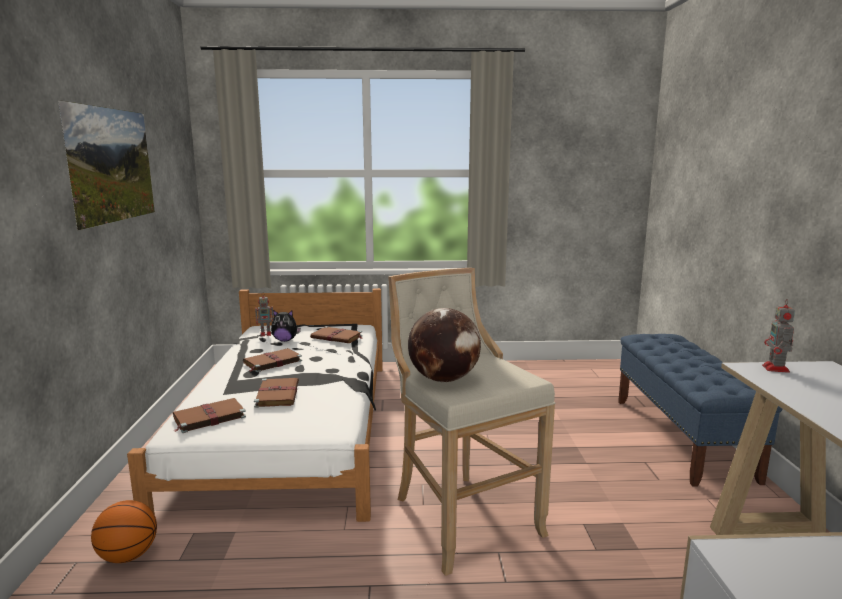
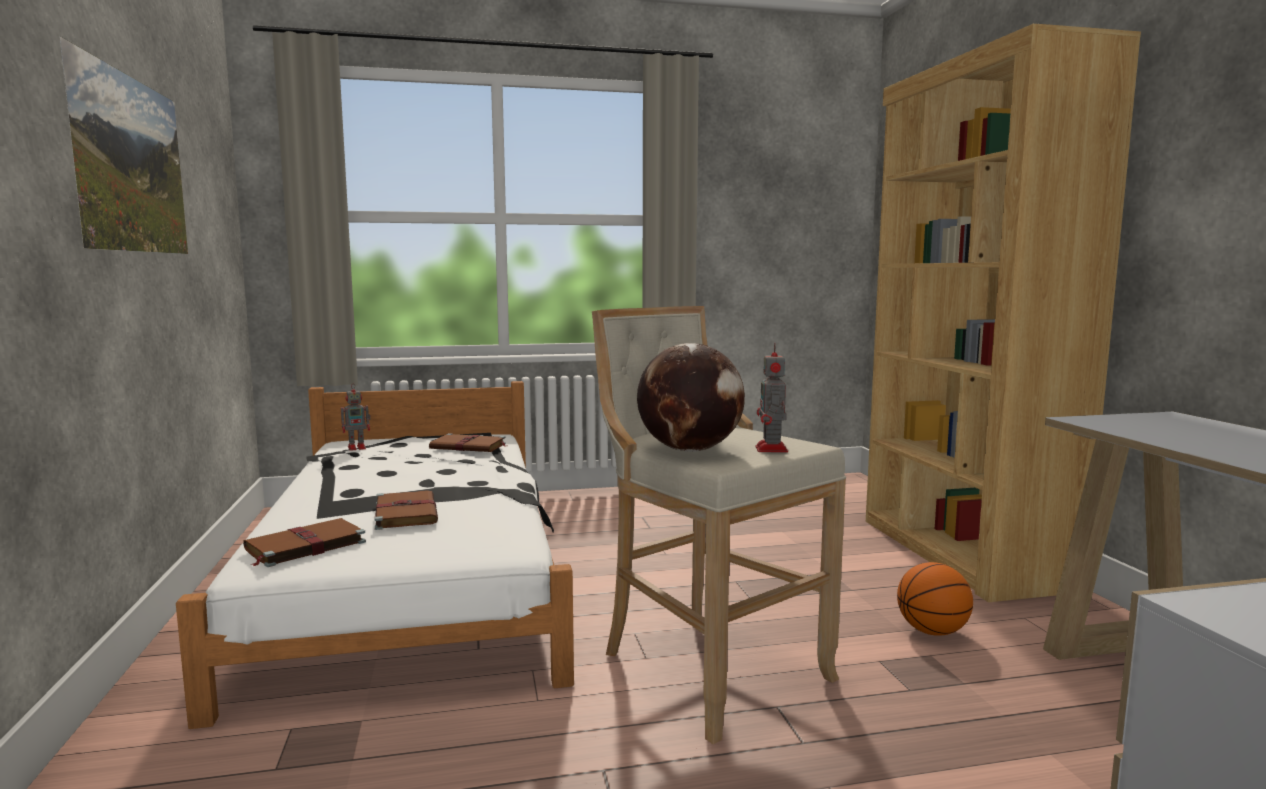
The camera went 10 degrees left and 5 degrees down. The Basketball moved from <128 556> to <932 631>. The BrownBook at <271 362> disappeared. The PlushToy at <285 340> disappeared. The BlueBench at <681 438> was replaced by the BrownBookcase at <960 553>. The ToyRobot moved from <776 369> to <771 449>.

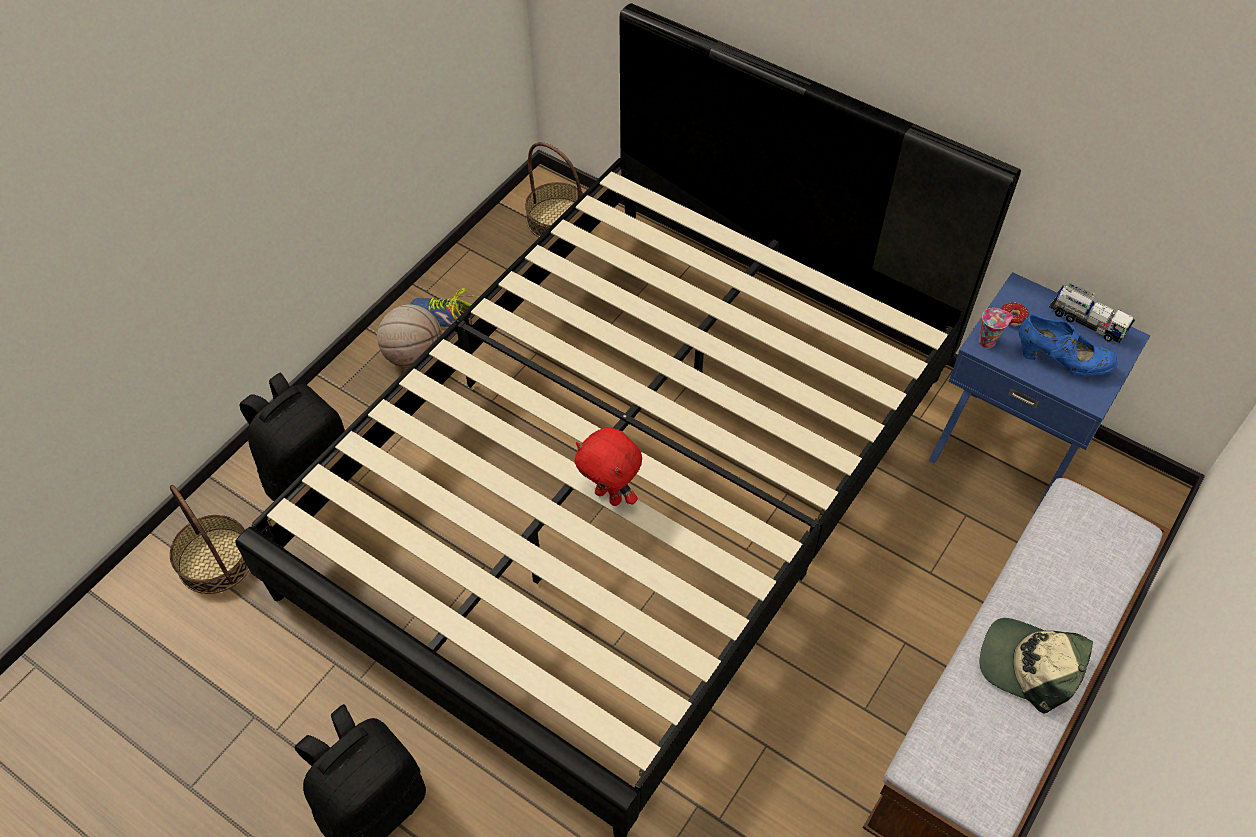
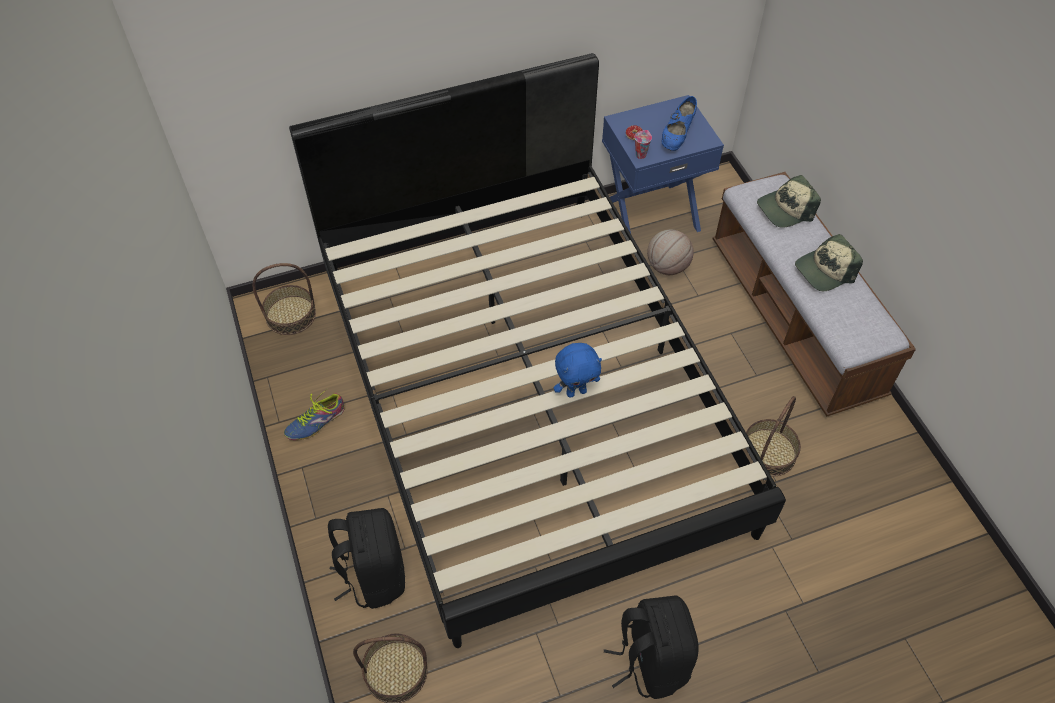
The camera went 55 degrees left and 0 degrees up. The Basketball moved from <414 356> to <667 267>. The RedPlushToy at <609 496> became the BluePlushToy at <576 391>. The BlueShoe at <1061 361> turned 150 degrees clockwise. The ToyTruck at <1086 322> disappeared. The Basket at <768 452> appeared. The Cap at <785 209> appeared.

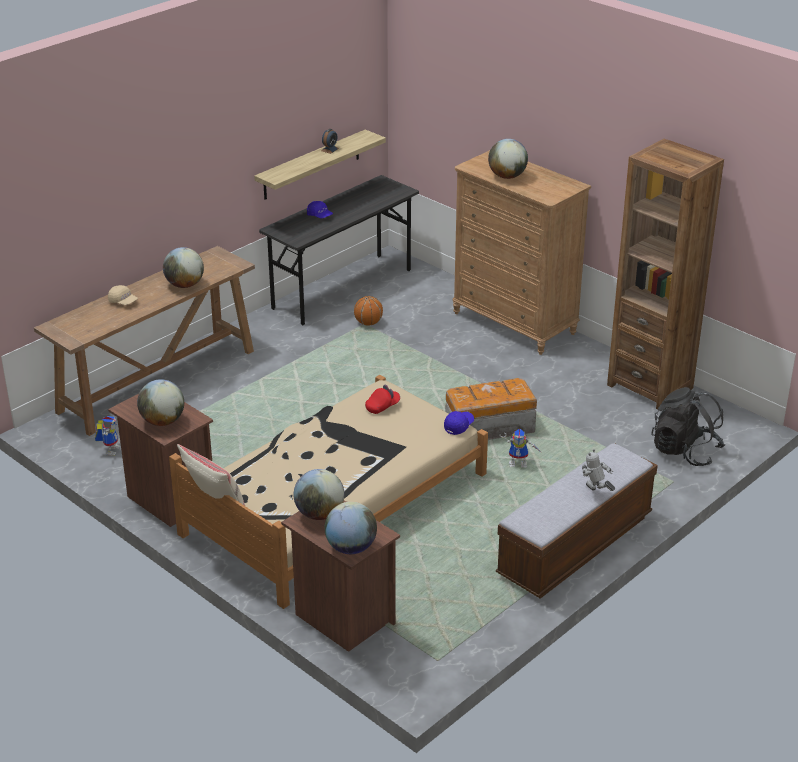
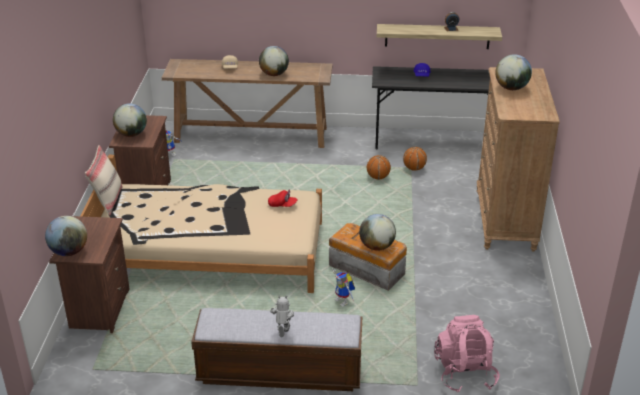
The camera went 50 degrees right and 0 degrees up. The Globe moved from <319 514> to <377 246>. The BlueCap at <459 426> disappeared. The BrownBookcase at <650 386> disappeared. The BlackBackpack at <685 451> became the PinkBackpack at <464 373>. The Basketball at <378 177> appeared.

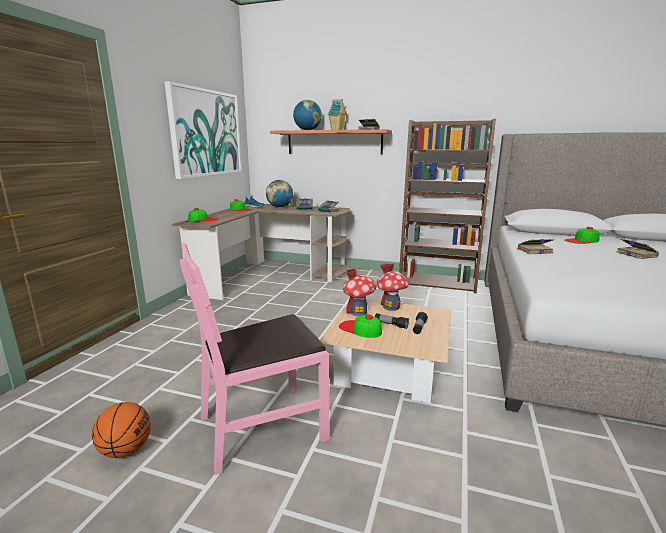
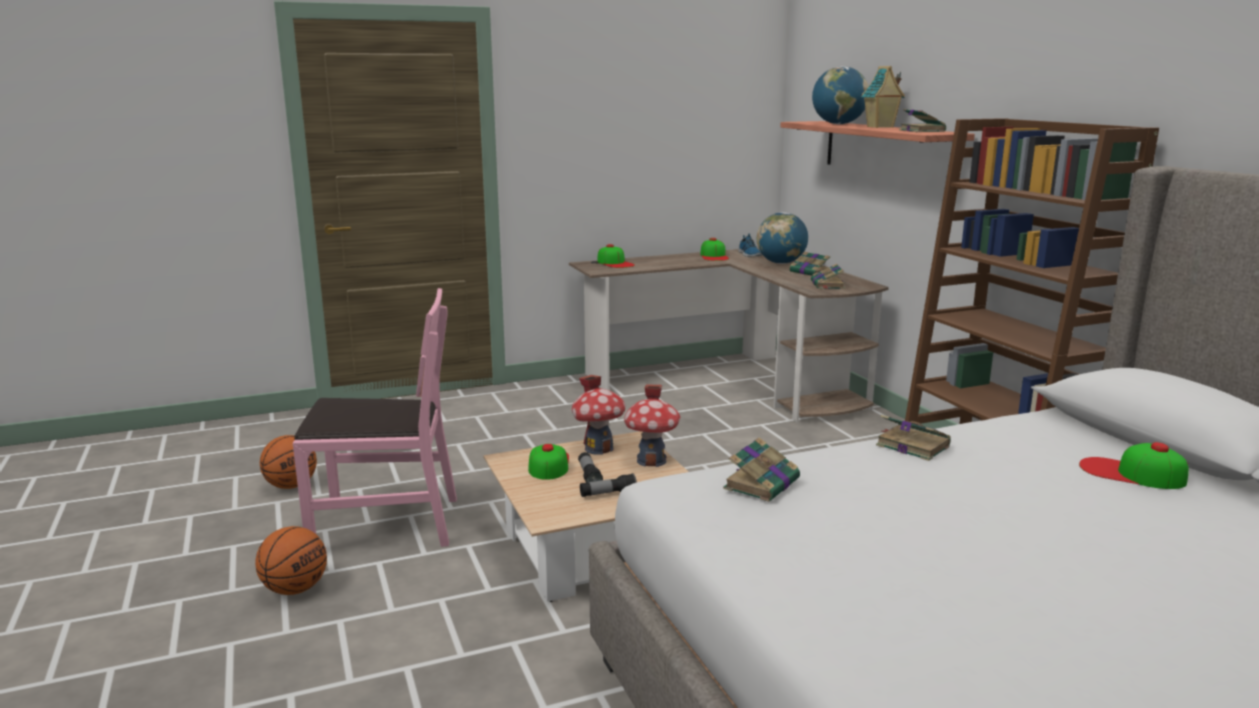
The camera went 50 degrees right and 0 degrees up. The Picture at <206 133> disappeared. The PinkChair at <262 426> turned 150 degrees clockwise. The Book moved from <635 254> to <762 483>. The Basketball at <295 589> appeared.

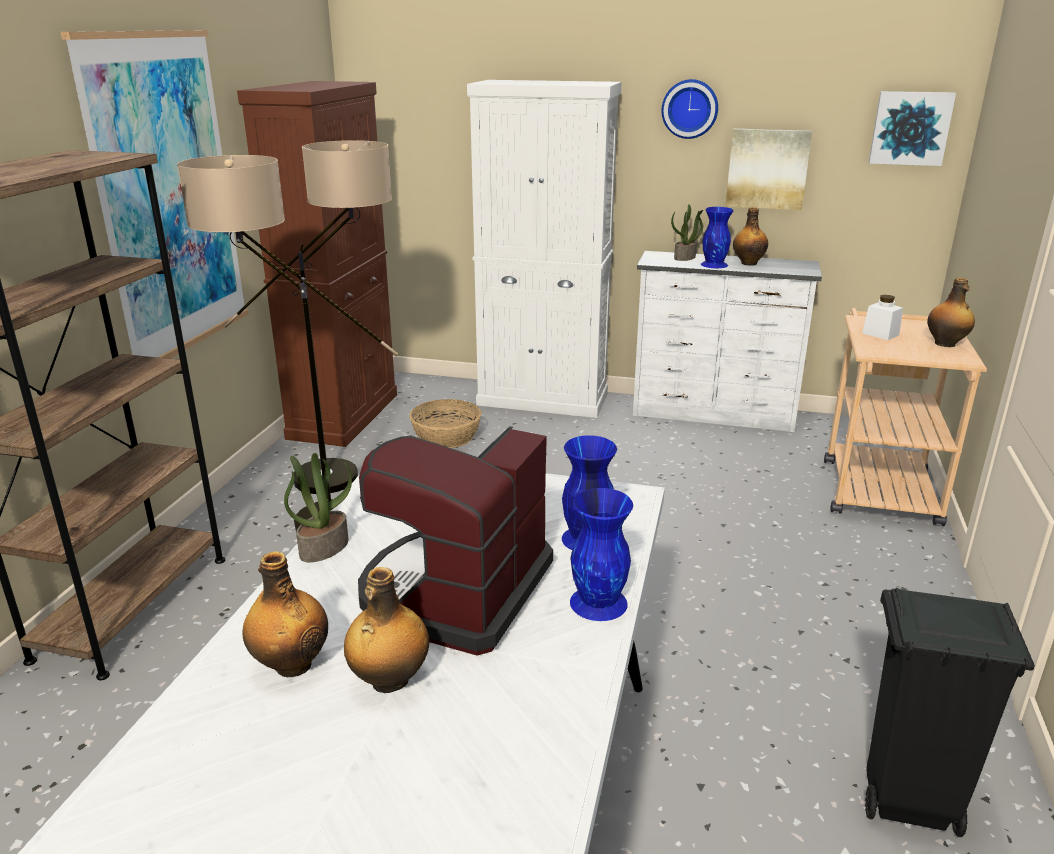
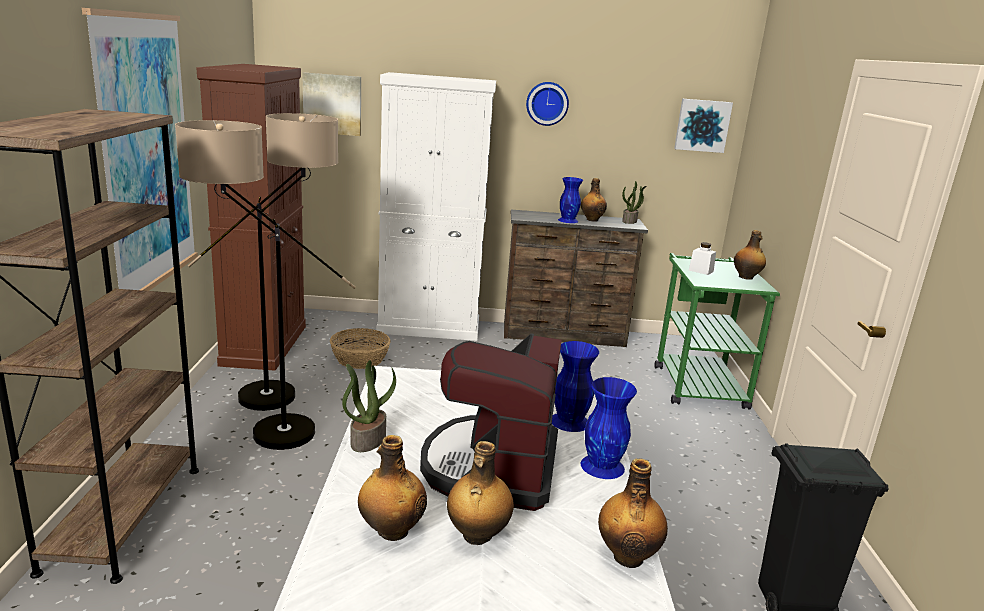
The camera went 15 degrees left and 5 degrees down. The WhiteDresser at <714 414> became the BrownDresser at <564 335>. The PottedPlant moved from <685 258> to <629 221>. The Picture moved from <767 169> to <332 104>. The BeigeCart at <877 485> became the GreenCart at <696 383>. The Bottle at <627 556> appeared.

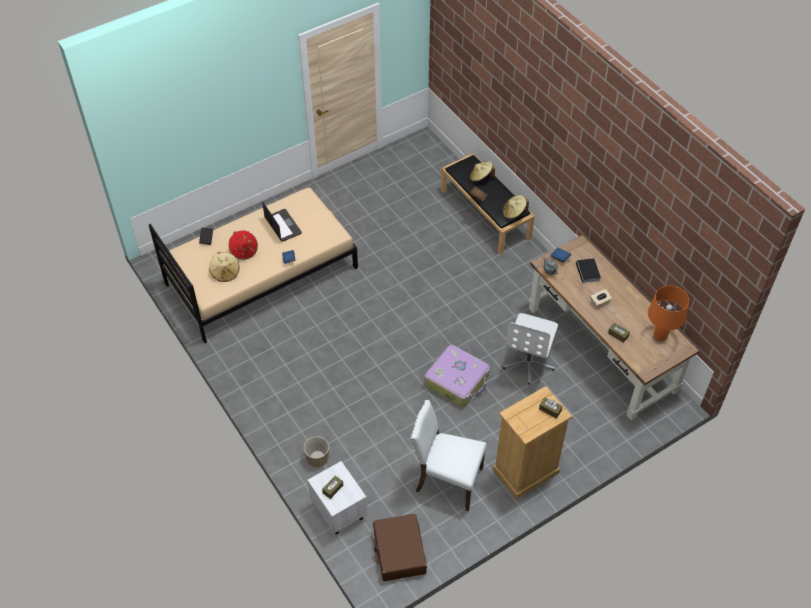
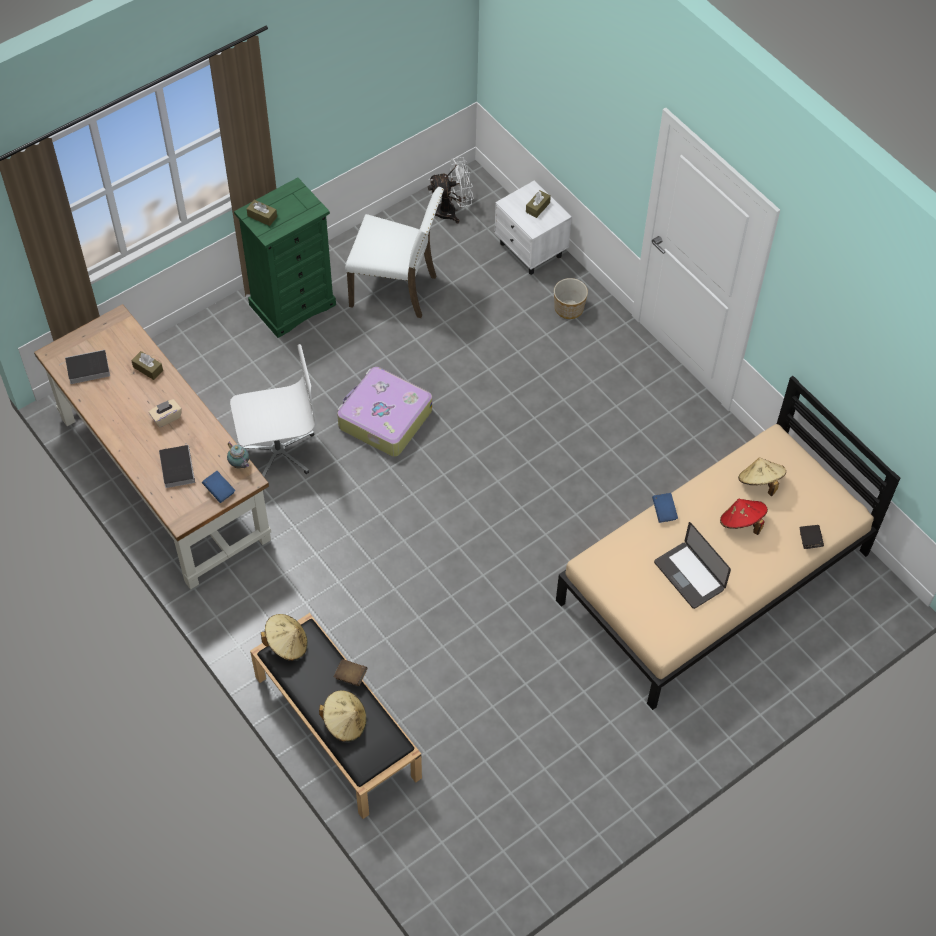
The camera went 175 degrees right and 5 degrees up. The BrownSuitcase at <399 552> was replaced by the WhiteFan at <451 211>. The BeigeDresser at <525 472> became the GreenDresser at <292 304>. The WhiteOfficeChair at <528 362> turned 60 degrees clockwise. The OrangeTableLamp at <659 336> was replaced by the Book at <86 369>.

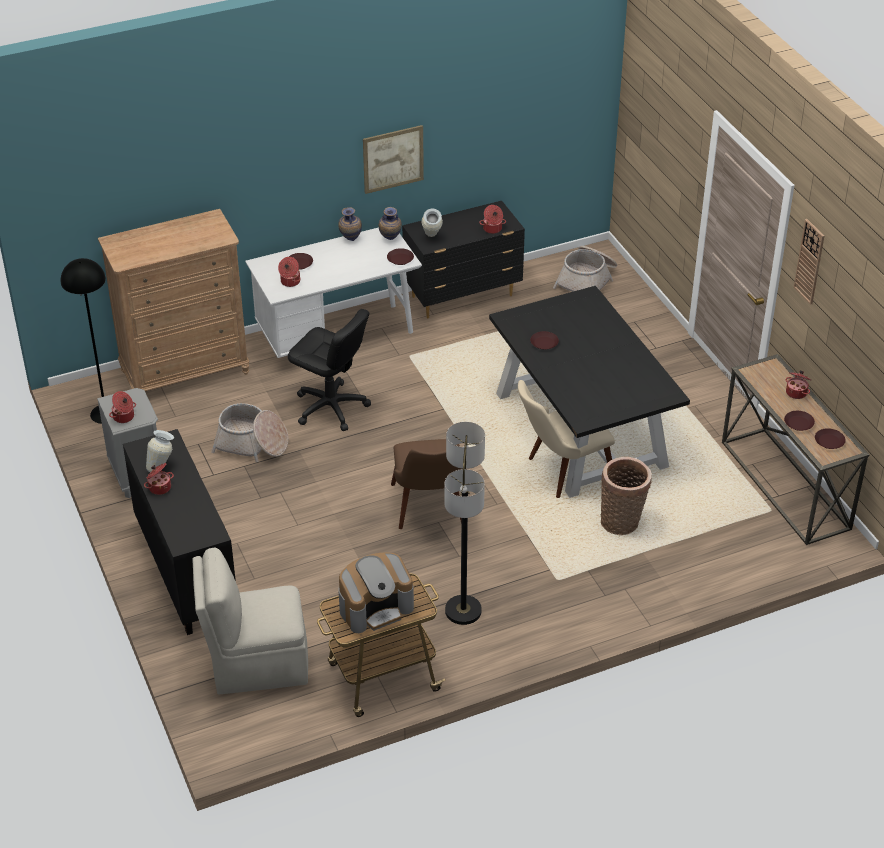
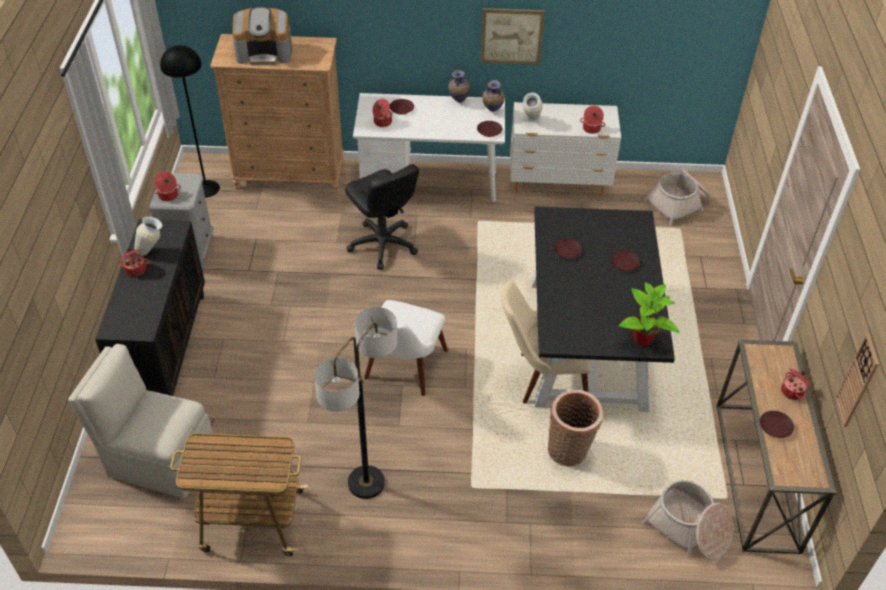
The camera went 25 degrees right and 5 degrees up. The Basket moved from <251 444> to <689 528>. The CoffeeMachine moved from <375 607> to <265 53>. The BrownChair at <430 511> became the WhiteChair at <401 372>. The BlackDresser at <463 296> became the WhiteDresser at <559 183>. The WallClock moved from <809 261> to <857 381>. The BrownPlate moved from <829 441> to <624 262>. The PottedPlant at <643 339> appeared.

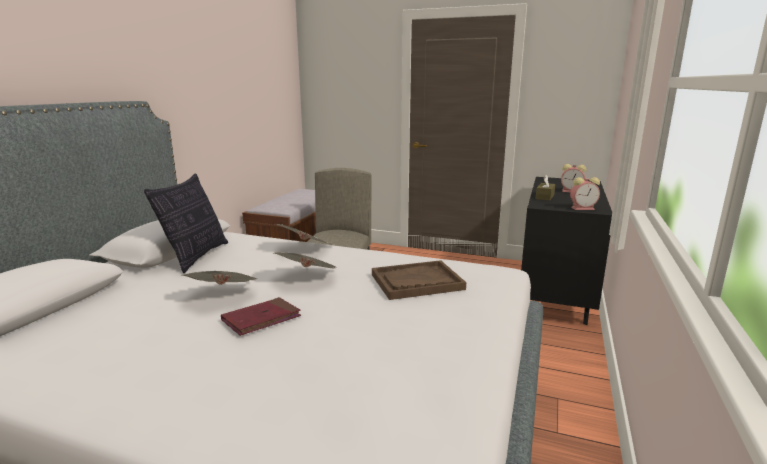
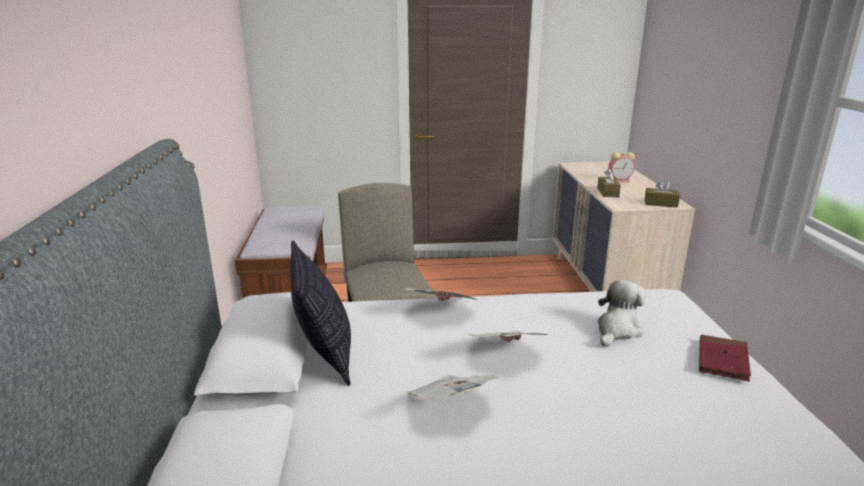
The camera went 25 degrees left and 5 degrees up. The RedBook moved from <261 319> to <722 360>. The BrownTray at <416 282> was replaced by the PlushToy at <617 330>. The BlackDresser at <556 291> became the BeigeDresser at <605 286>. The AlarmClock at <583 208> was replaced by the BrownTissueBox at <660 203>.

